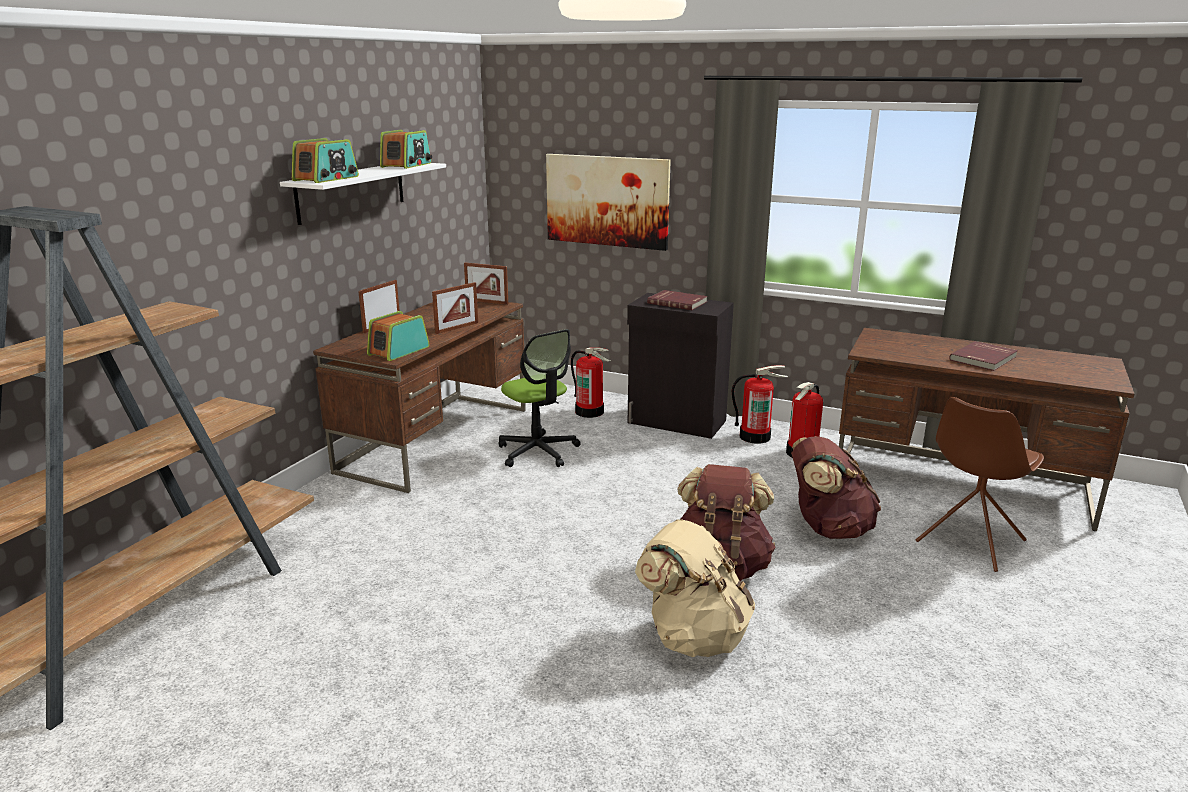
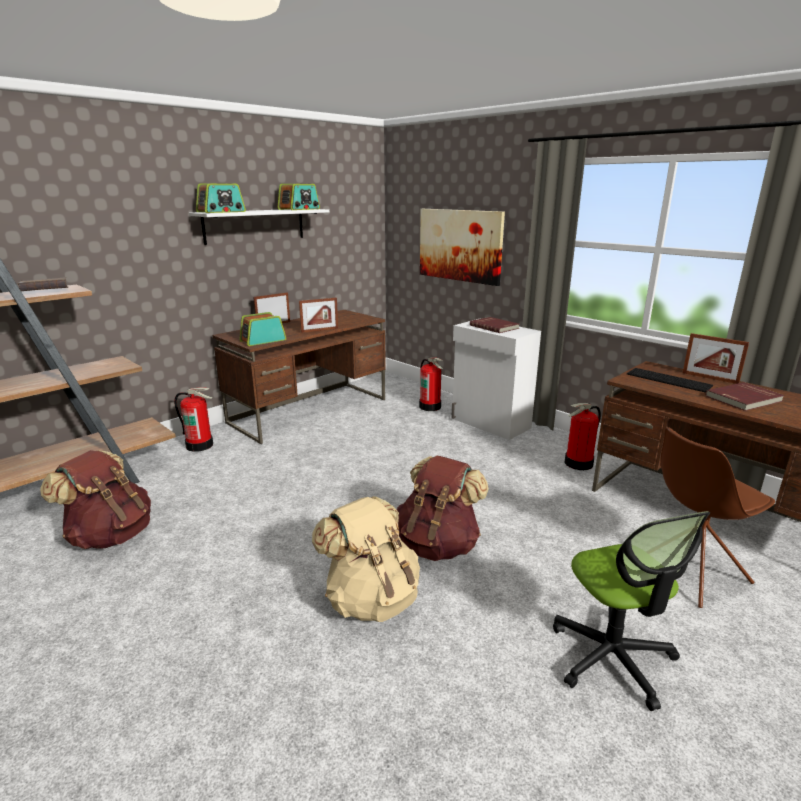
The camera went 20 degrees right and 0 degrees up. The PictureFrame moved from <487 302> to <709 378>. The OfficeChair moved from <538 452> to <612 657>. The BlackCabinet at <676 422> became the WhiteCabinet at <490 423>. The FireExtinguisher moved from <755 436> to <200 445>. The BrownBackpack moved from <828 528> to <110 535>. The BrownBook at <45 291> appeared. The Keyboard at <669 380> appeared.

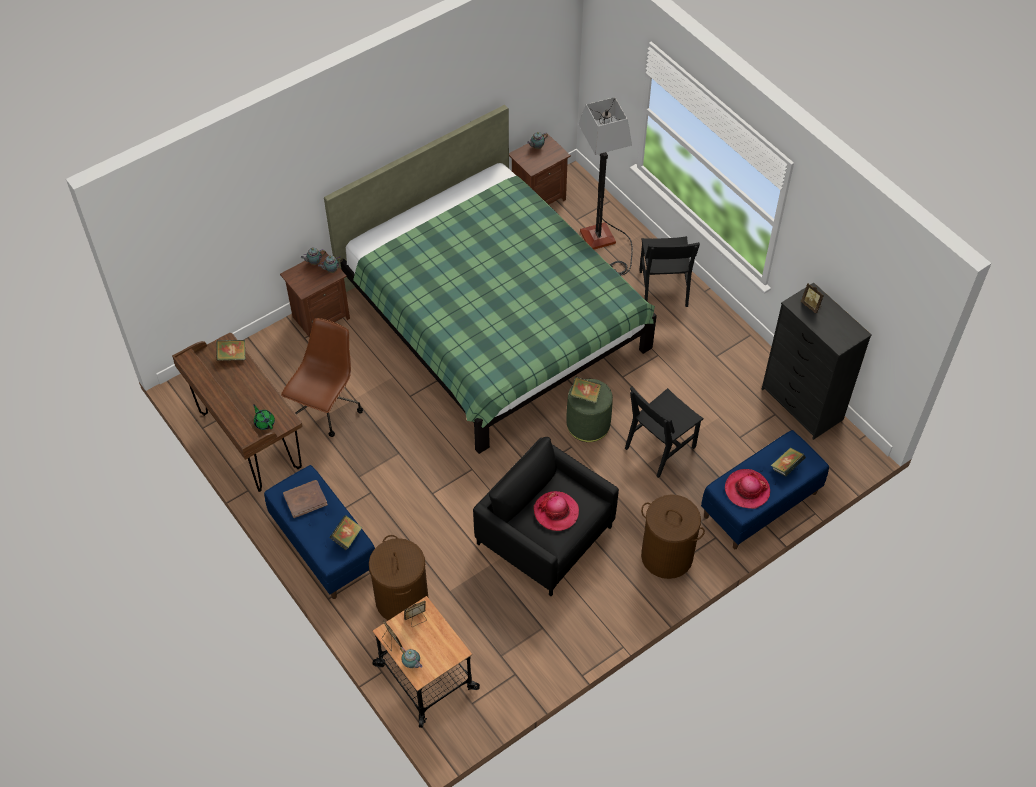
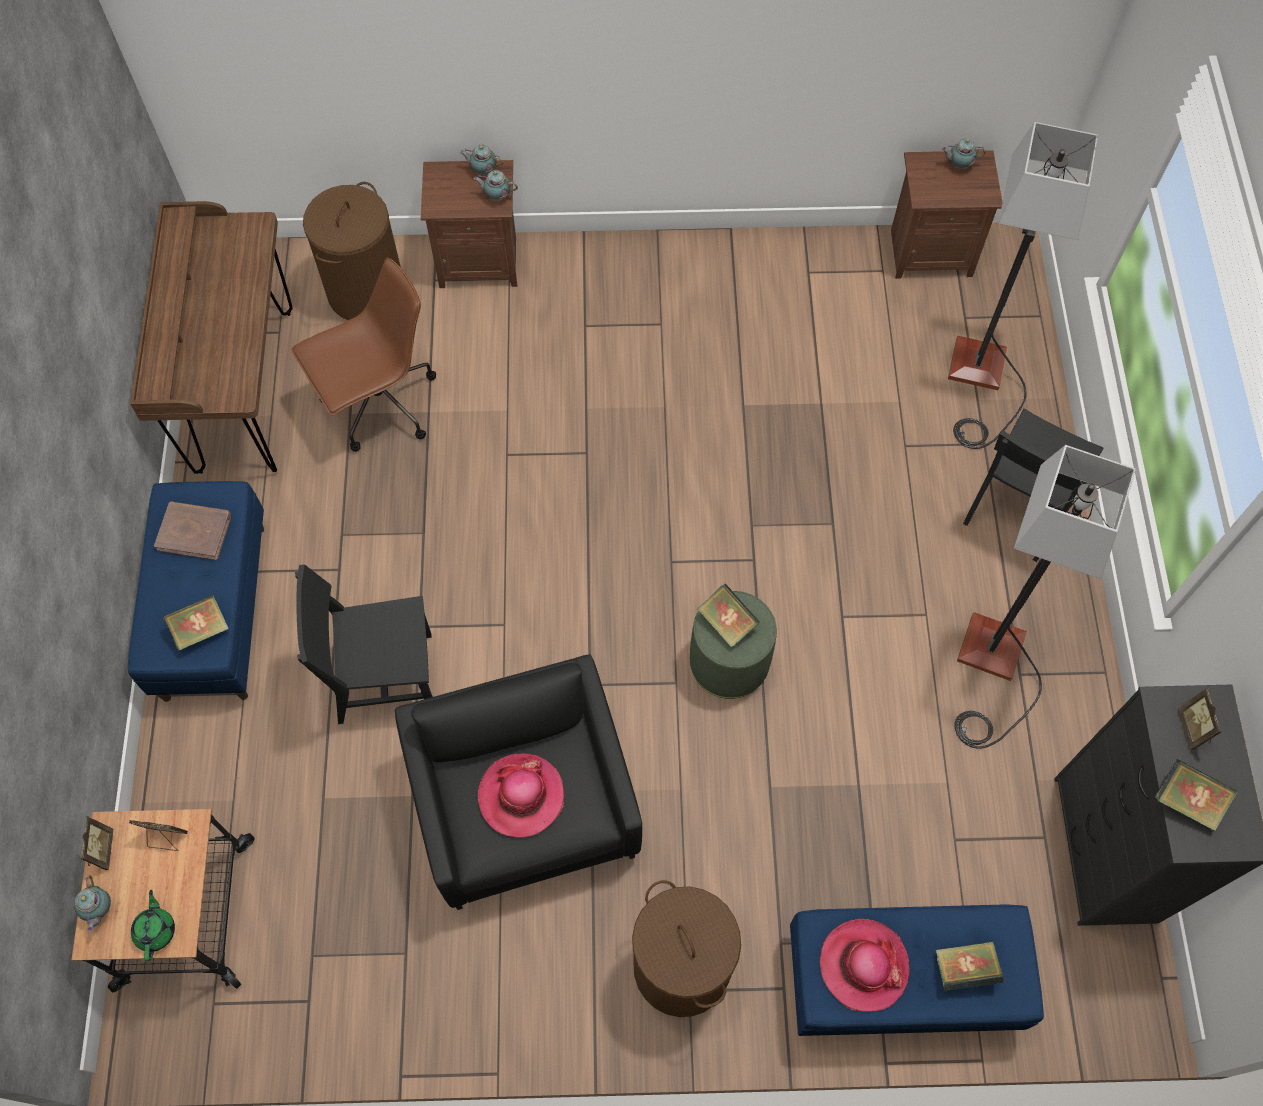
The camera went 35 degrees right and 10 degrees up. The Book moved from <232 356> to <1187 801>. The GreenTeapot moved from <264 422> to <156 930>. The GreenBed at <493 320> disappeared. The BrownLaundryBasket moved from <401 600> to <366 291>. The BlackChair moved from <660 447> to <385 677>. The FloorLamp at <991 667> appeared.

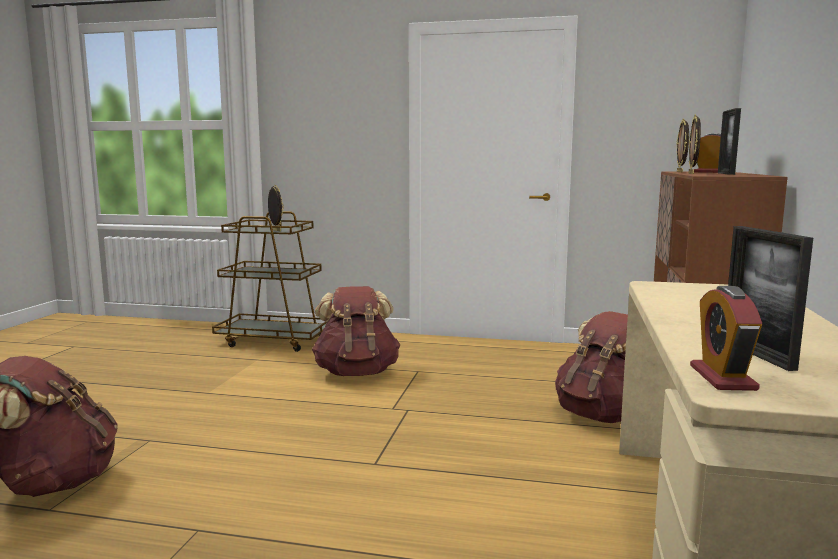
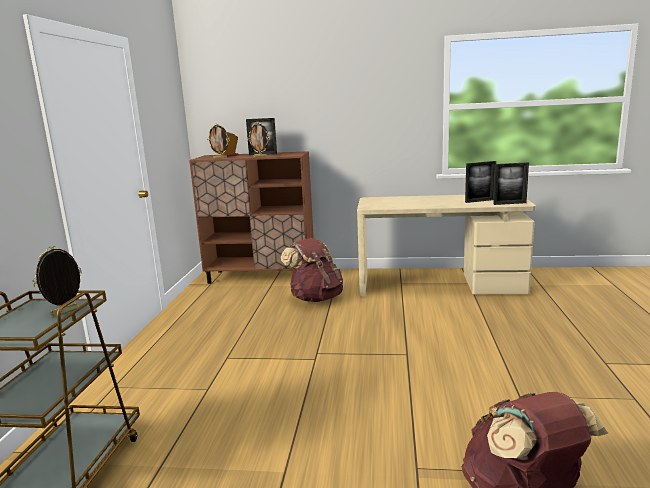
The camera went 95 degrees left and 5 degrees up. The BrownBackpack at <356 373> disappeared. The AlarmClock at <722 378> was replaced by the PictureFrame at <509 203>.

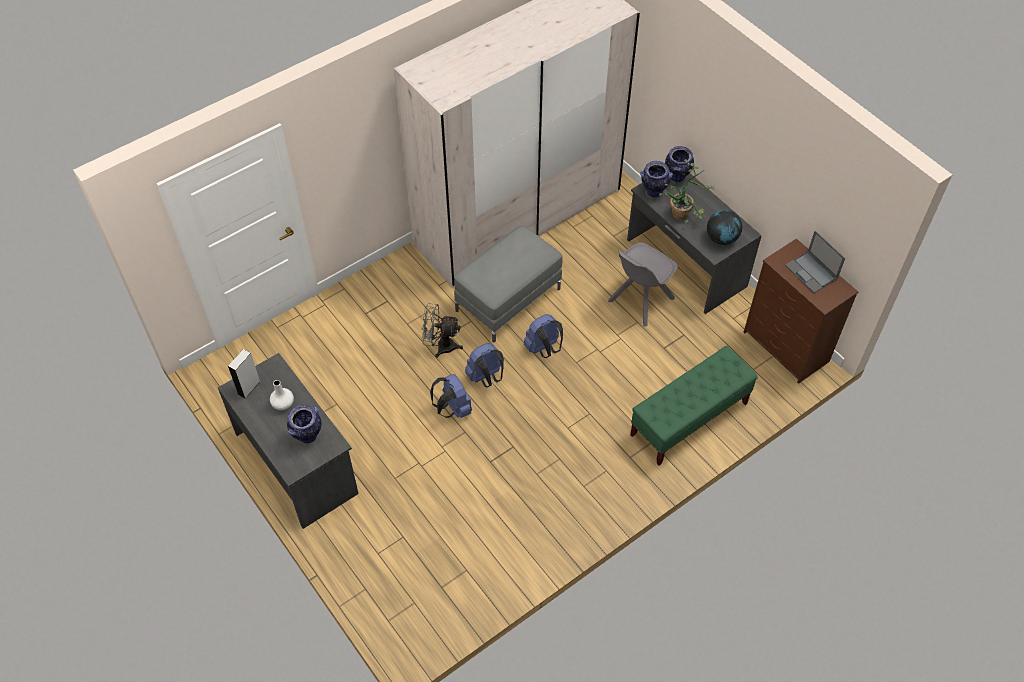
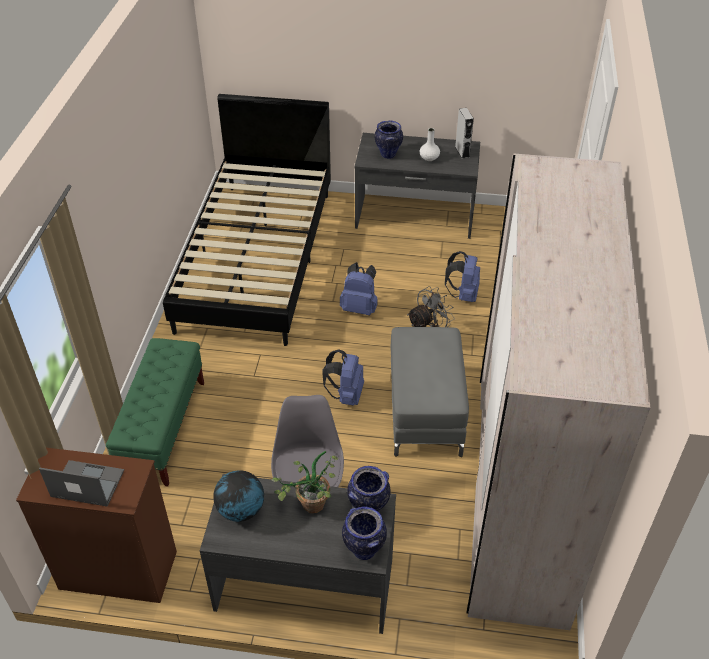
The camera went 135 degrees right and 10 degrees down. The BlueBackpack moved from <486 377> to <463 294>. The BlackBed at <257 258> appeared.

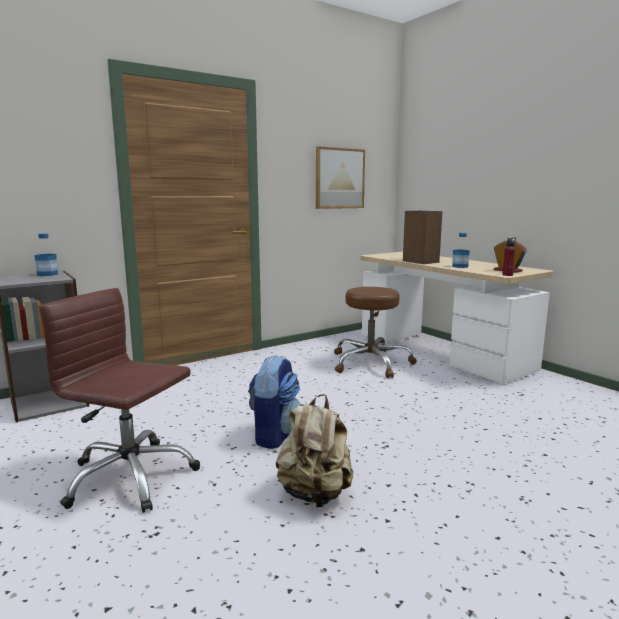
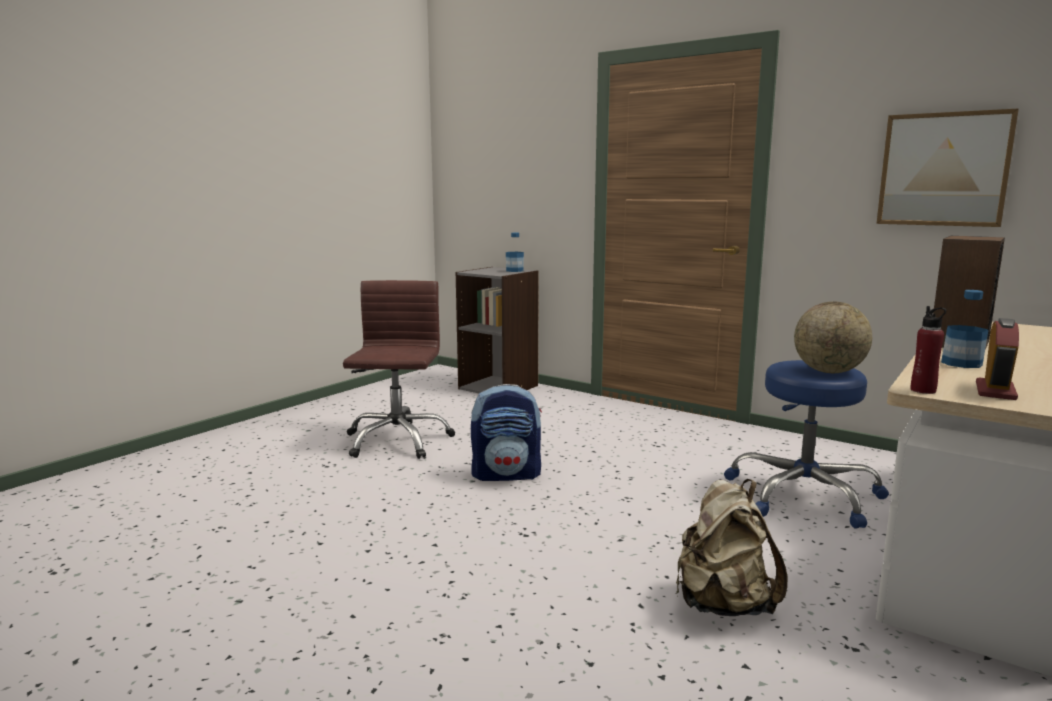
The camera went 70 degrees right and 0 degrees up. The BeigeBackpack moved from <315 494> to <723 605>. The BrownStool at <371 363> became the BlueStool at <804 495>. The Globe at <829 372> appeared.

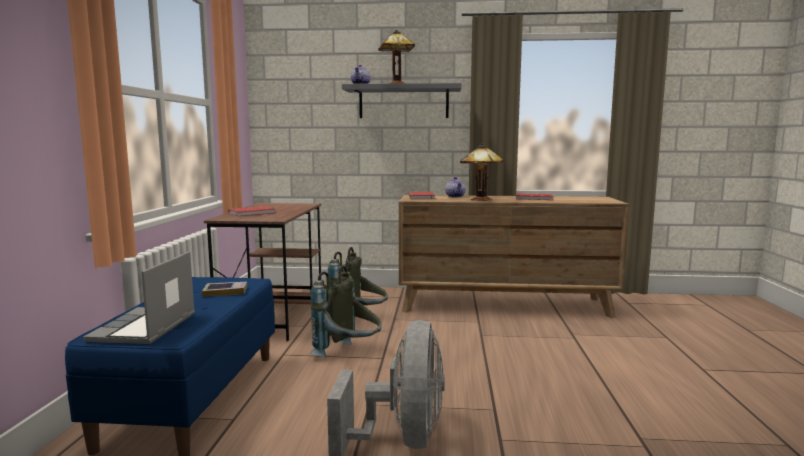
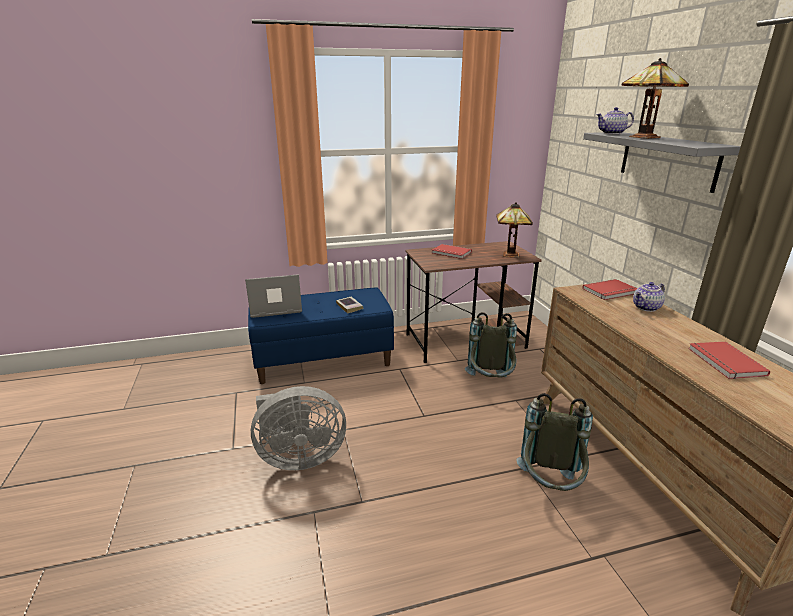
The camera went 70 degrees right and 15 degrees up. The GreyBackpack moved from <349 355> to <549 487>. The TableLamp moved from <481 200> to <509 255>.

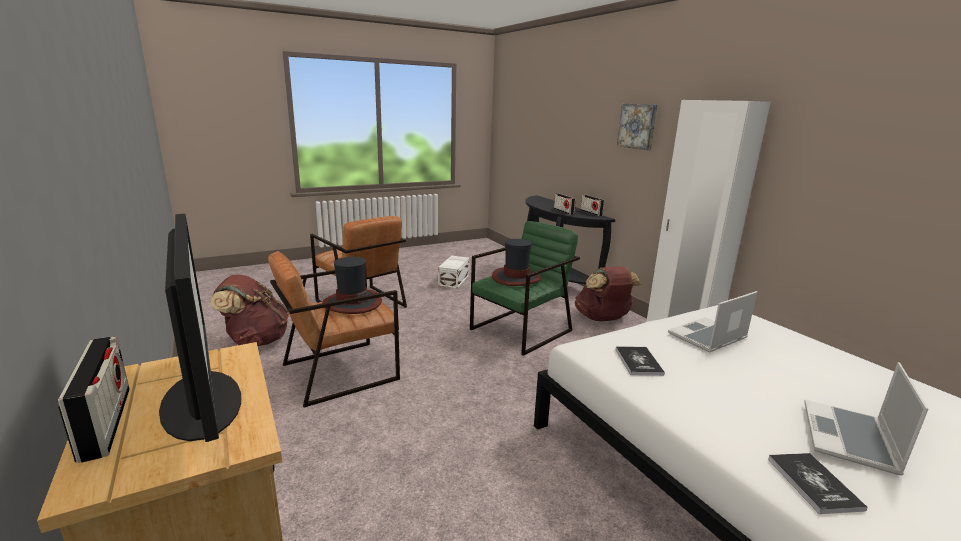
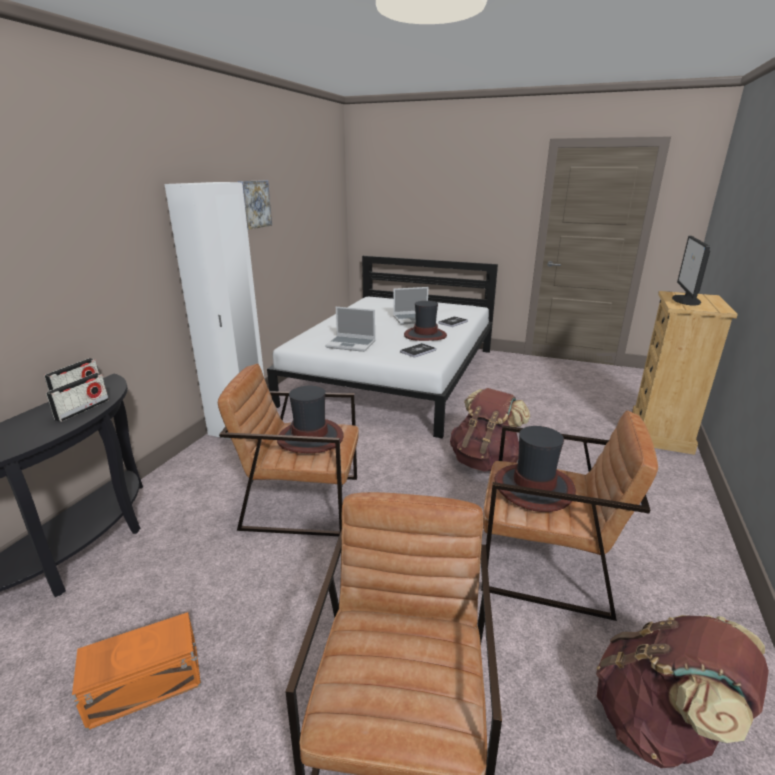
The camera went 130 degrees left and 5 degrees up. The Radio at <106 423> disappeared. The WhiteStorageBox at <454 280> became the OrangeStorageBox at <143 683>. The GreenArmchair at <521 330> became the BrownArmchair at <301 501>. The BrownBackpack moved from <603 319> to <485 461>. The Picture moved from <638 126> to <253 204>. The Hat at <425 335> appeared.

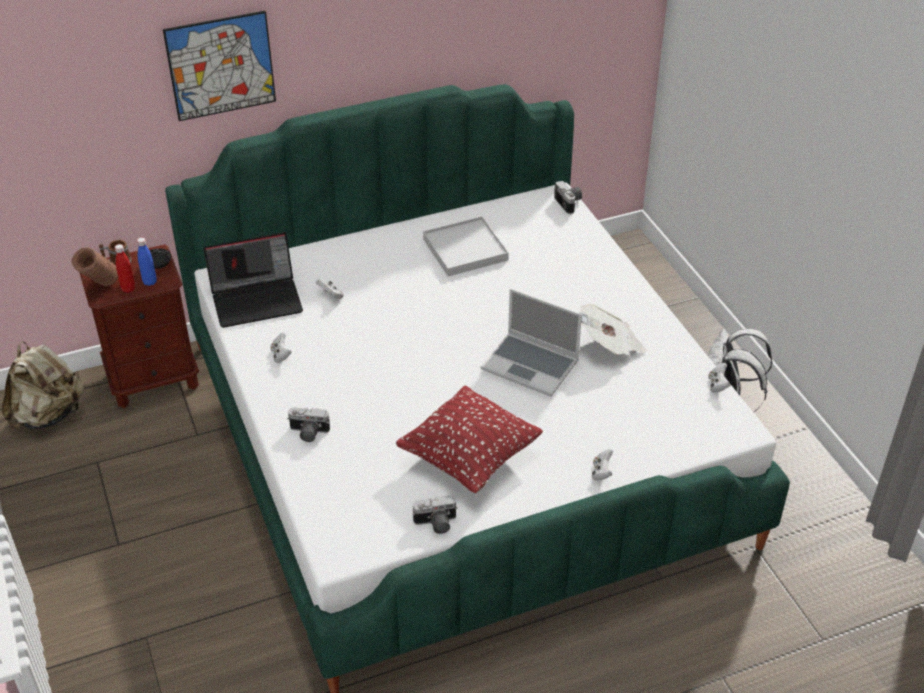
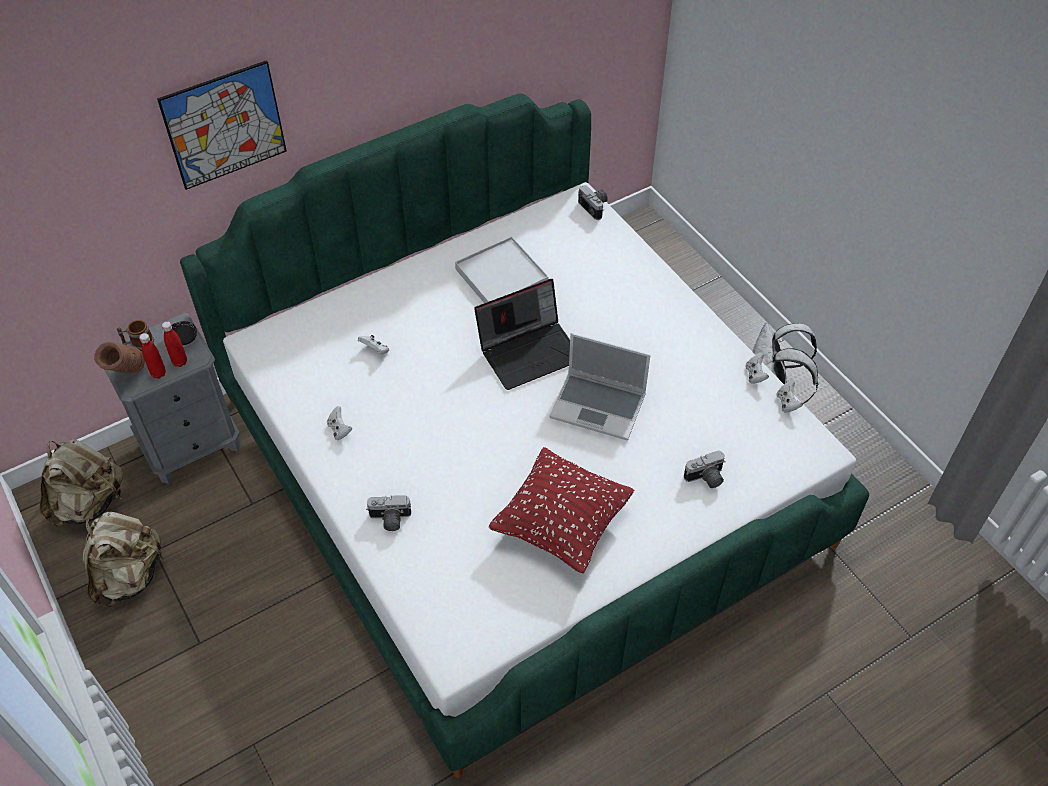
The camera went 10 degrees left and 10 degrees up. The BrownNightstand at <153 379> became the GreyNightstand at <191 444>. The BlueBottle at <150 282> became the RedBottle at <180 362>. The Laptop moved from <257 299> to <530 351>. The PhotoCamera moved from <436 524> to <705 478>. The Newspaper at <609 345> disappeared. The WhiteGameController moved from <601 472> to <755 375>. The BeigeBackpack at <129 576> appeared.

